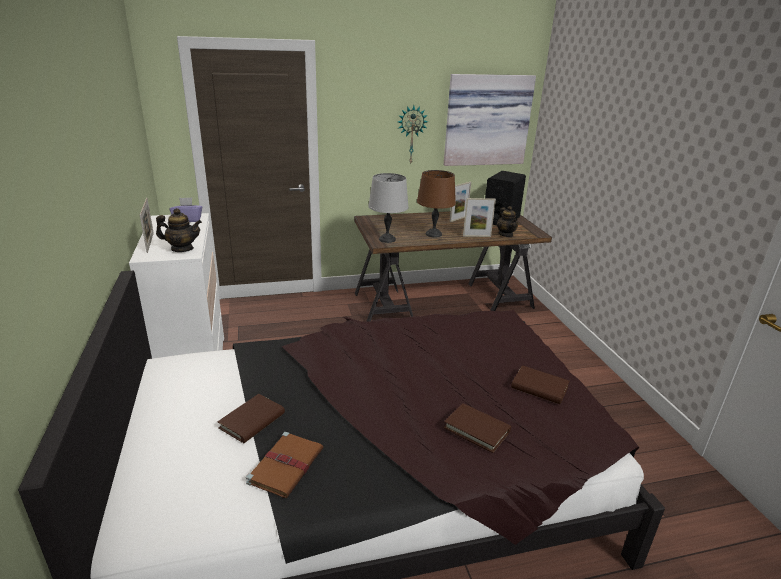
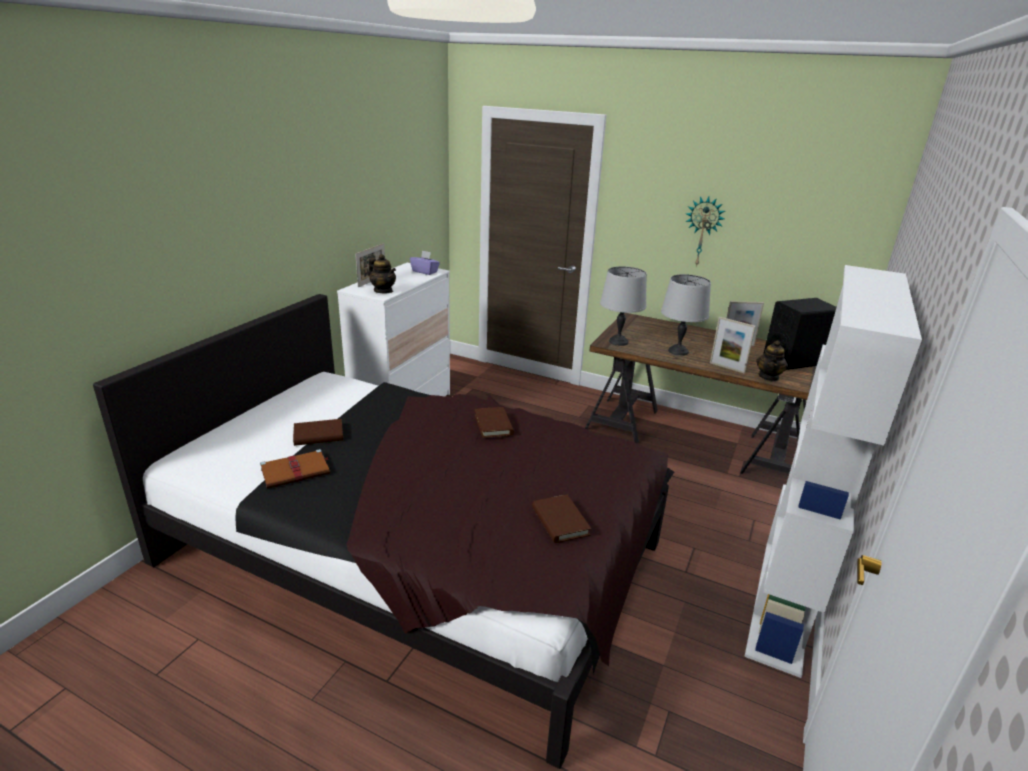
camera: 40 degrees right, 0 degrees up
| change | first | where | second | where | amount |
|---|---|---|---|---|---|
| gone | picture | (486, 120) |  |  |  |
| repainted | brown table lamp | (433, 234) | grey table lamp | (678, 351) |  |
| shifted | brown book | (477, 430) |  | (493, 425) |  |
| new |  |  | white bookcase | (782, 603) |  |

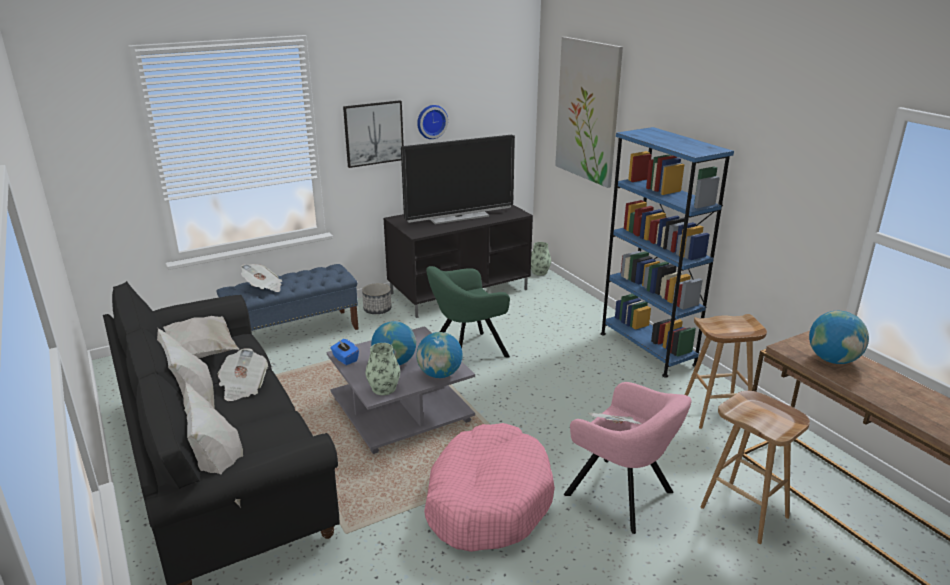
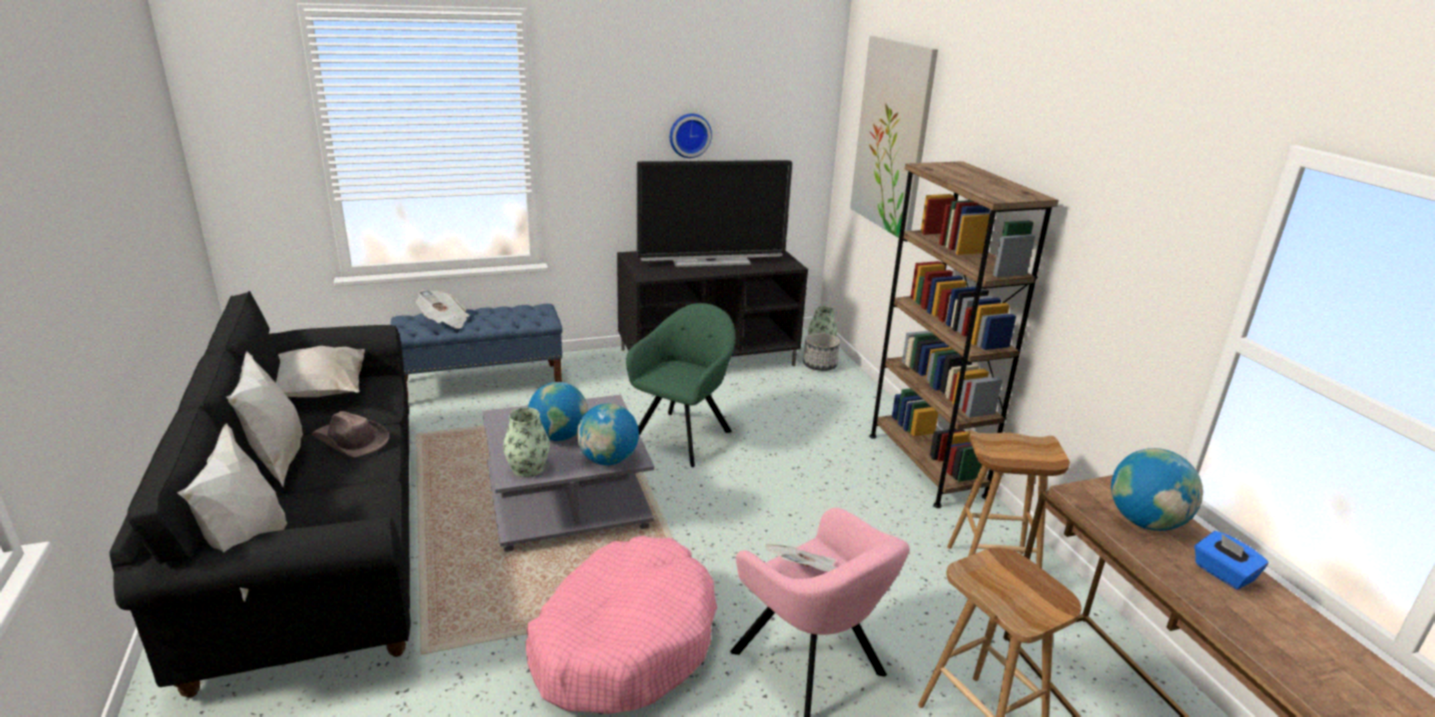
camera: 10 degrees right, 0 degrees up
| change | first | where | second | where | amount |
|---|---|---|---|---|---|
| gone | picture | (373, 133) |  |  |  |
| repainted | blue bookcase | (647, 349) | brown bookcase | (926, 465) |  |
| rotated | green armchair | (466, 352) |  | (683, 435) | 135 degrees clockwise |
| shifted | planter | (378, 309) |  | (820, 365) |  |
| shifted | blue tissue box | (345, 359) |  | (1222, 573) |  |
| swapped | newspaper | (243, 387) | brown hat | (350, 440) |  |

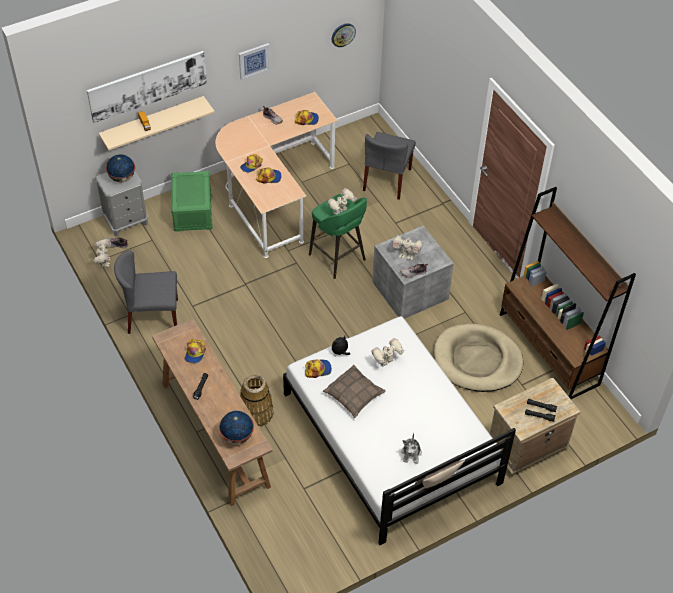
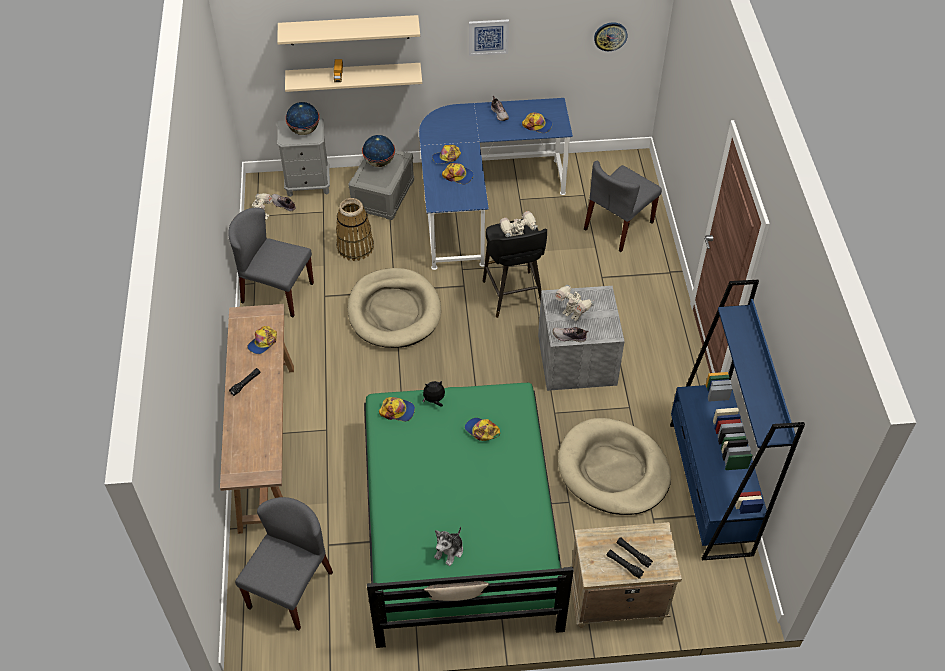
camera: 25 degrees right, 0 degrees up
| change | first | where | second | where | amount |
|---|---|---|---|---|---|
| swapped | picture | (147, 86) | beige shelf | (349, 30) |  |
| repainted | beige desk | (272, 193) | blue desk | (480, 202) |  |
| repainted | green storage box | (193, 212) | grey storage box | (383, 195) |  |
| repainted | brown bookcase | (549, 349) | blue bookcase | (710, 488) |  |
| repainted | green stool | (338, 258) | black stool | (513, 296) |  |
| repainted | white bed | (390, 438) | green bed | (459, 523) |  |
| swapped | toy robot | (386, 362) | cap | (481, 431) |  |
| gone | pillow | (354, 394) |  |  |  |
| shifted | basket | (256, 413) |  | (355, 247) |  |
| shifted | globe | (237, 436) |  | (379, 162) |  |
| new |  |  | beige dog bed | (394, 311) |  |
| new |  |  | grey chair | (290, 589) |  |

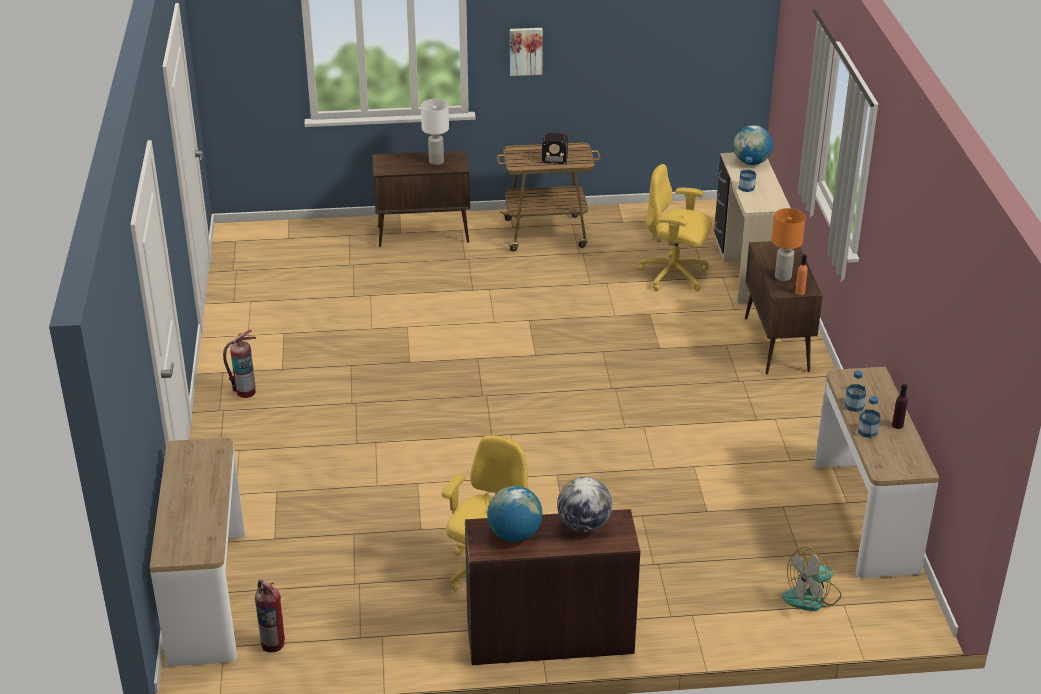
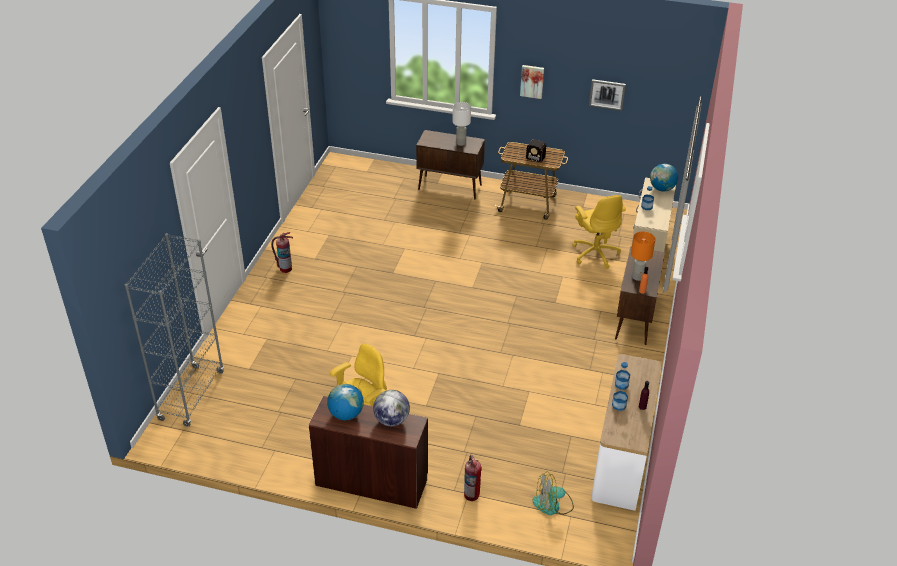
camera: 20 degrees right, 5 degrees up
| change | first | where | second | where | amount |
|---|---|---|---|---|---|
| rotated | yellow office chair | (675, 275) |  | (595, 253) | 150 degrees counterclockwise |
| swapped | console table | (207, 597) | grey bookcase | (191, 396) |  |
| shifted | fire extinguisher | (273, 643) |  | (472, 494) |  |
| new |  |  | picture | (607, 94) |  |

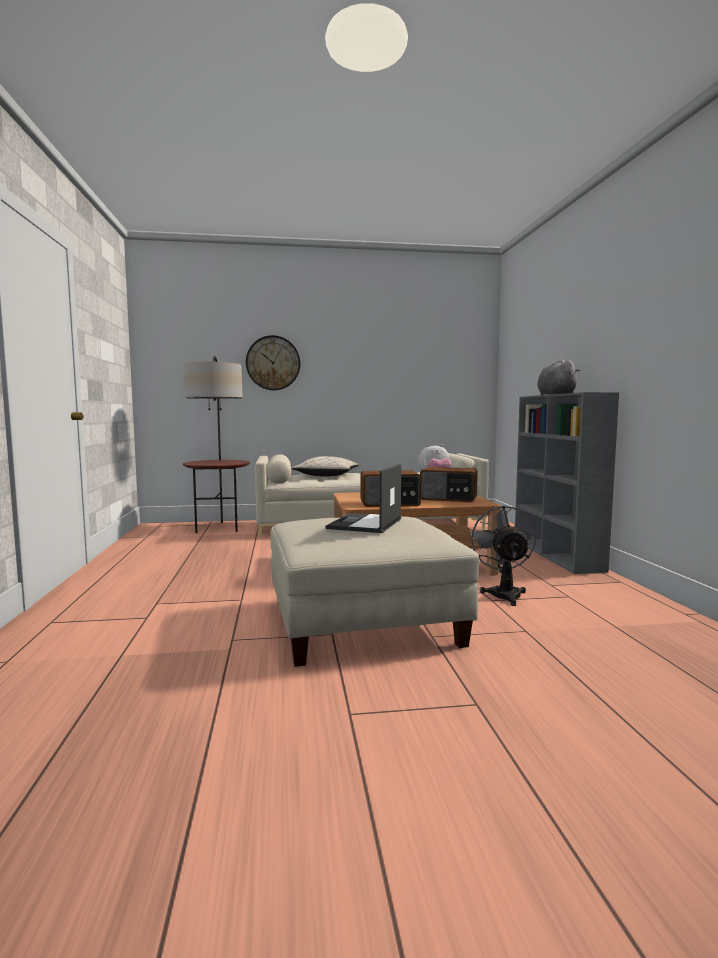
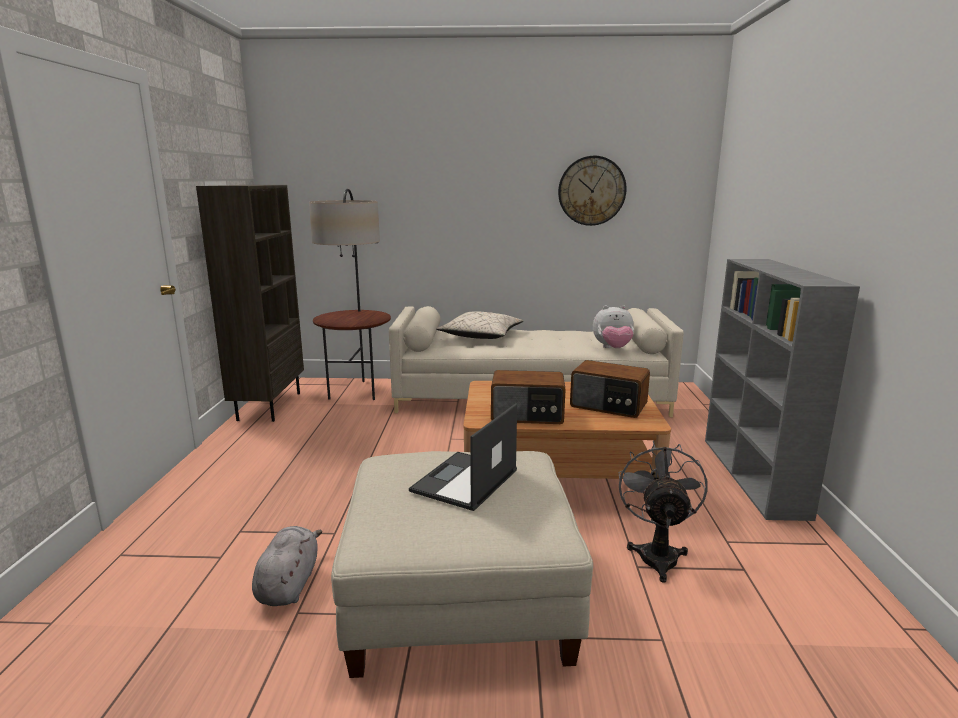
camera: 10 degrees right, 10 degrees up
| change | first | where | second | where | amount |
|---|---|---|---|---|---|
| shifted | wall clock | (273, 363) |  | (591, 191) |  |
| shifted | grey plush toy | (555, 395) |  | (289, 584) |  |
| new |  |  | brown bookcase | (269, 406) |  |

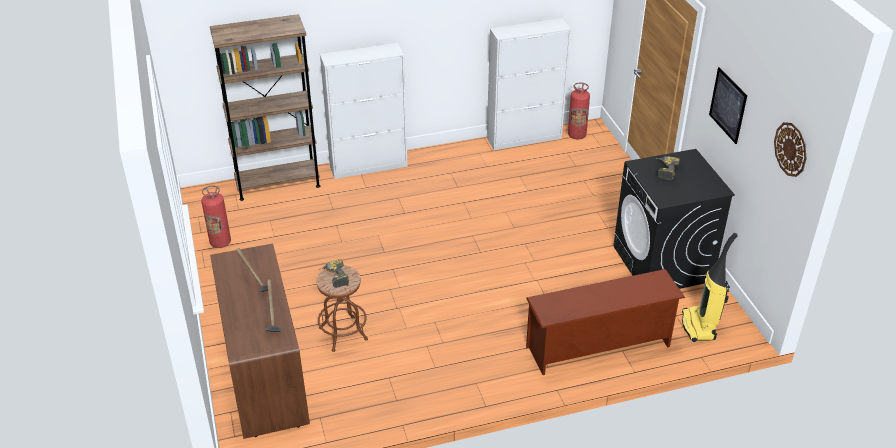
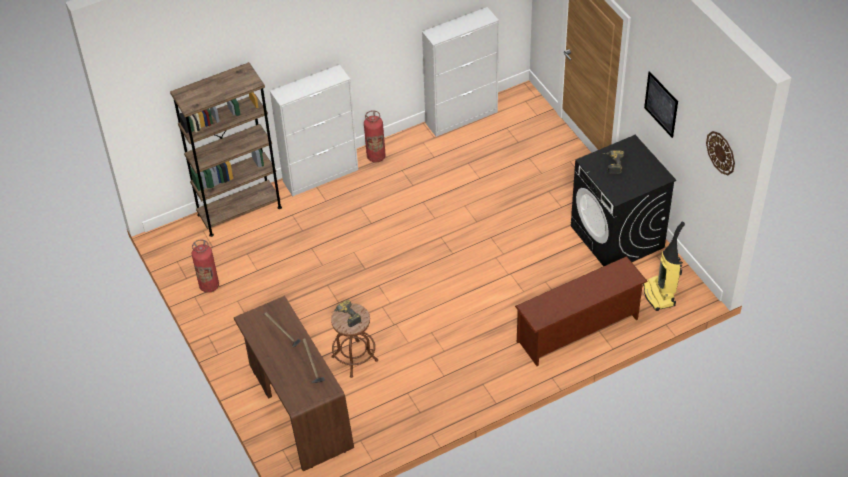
camera: 10 degrees left, 10 degrees up
| change | first | where | second | where | amount |
|---|---|---|---|---|---|
| shifted | fire extinguisher | (576, 135) |  | (376, 157) |  |

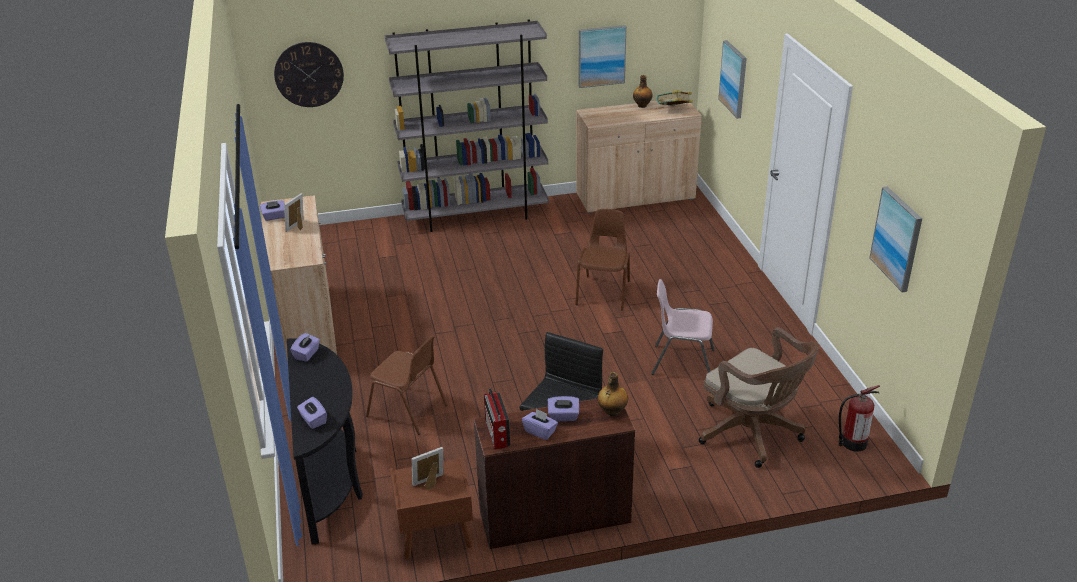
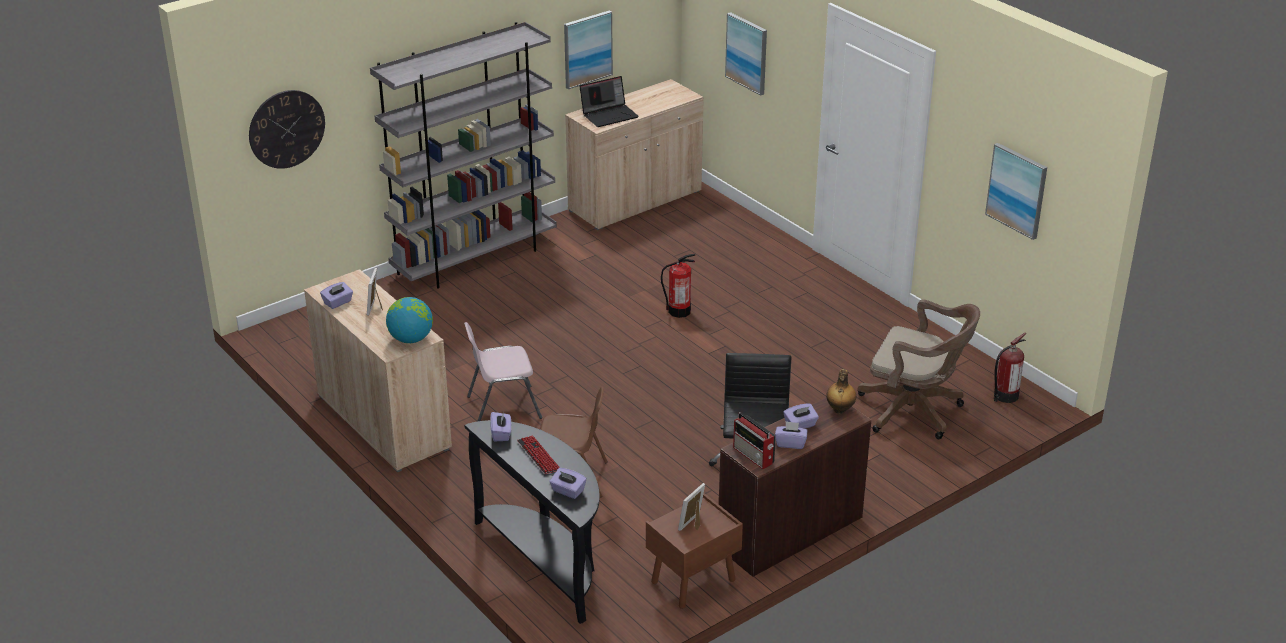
camera: 25 degrees left, 0 degrees up
| change | first | where | second | where | amount |
|---|---|---|---|---|---|
| gone | bottle | (642, 105) |  |  |  |
| gone | book | (673, 110) |  |  |  |
| swapped | brown chair | (604, 292) | fire extinguisher | (679, 311) |  |
| shifted | pink chair | (682, 362) |  | (502, 407) |  |
| new |  |  | laptop | (609, 115) |  |
| new |  |  | globe | (411, 339) |  |
| new |  |  | keyboard | (539, 456) |  |

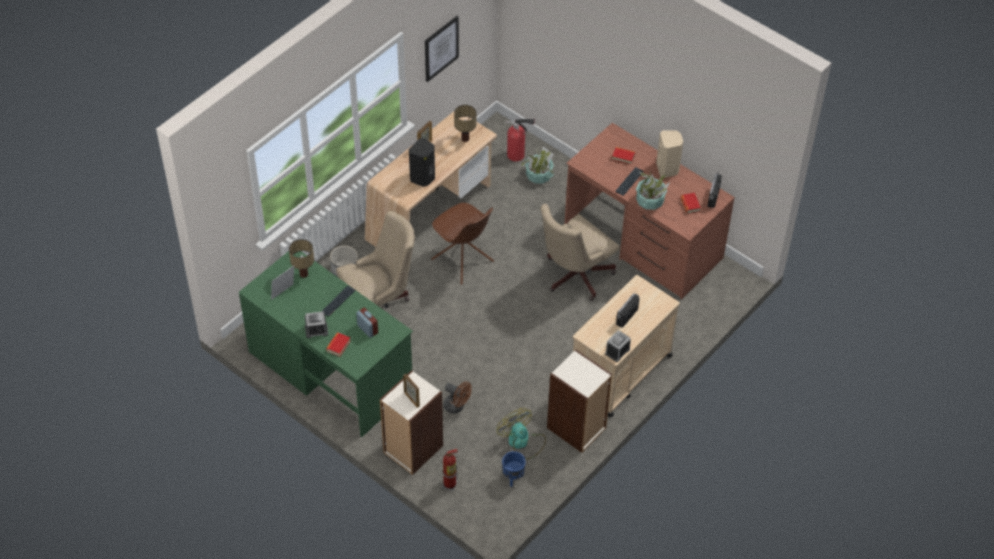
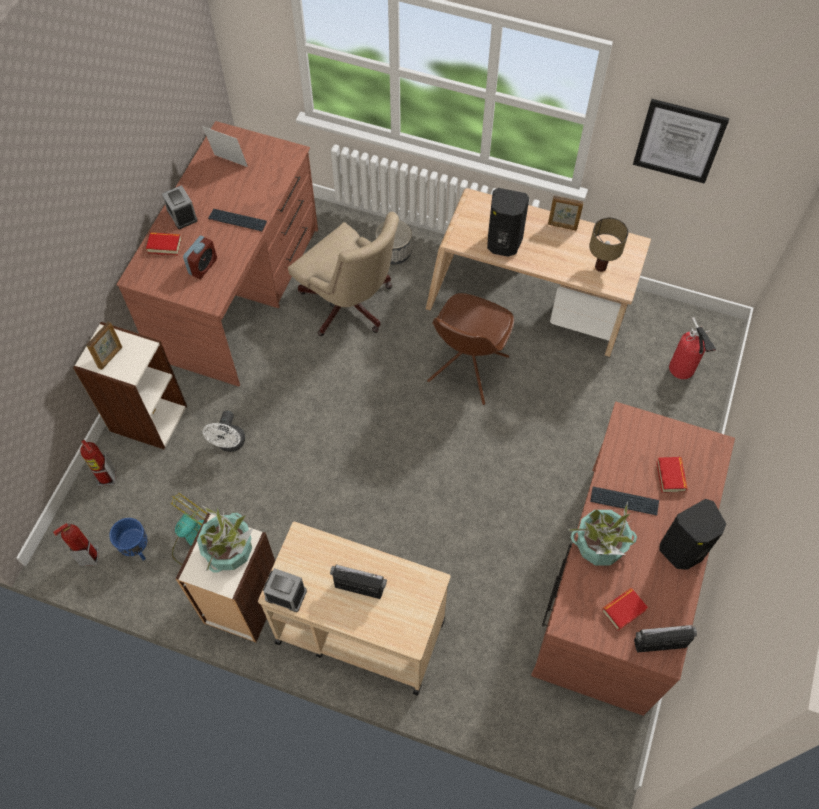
camera: 70 degrees right, 10 degrees up
| change | first | where | second | where | amount |
|---|---|---|---|---|---|
| repainted | beige speaker | (668, 169) | black speaker | (683, 551) |  |
| shifted | potted plant | (538, 175) |  | (229, 549) |  |
| gone | beige office chair | (574, 276) |  |  |  |
| gone | table lamp | (304, 274) |  |  |  |
| repainted | green desk | (330, 370) | brown desk | (238, 291) |  |
| repainted | brown fan | (457, 406) | white fan | (230, 444) |  |
| new |  |  | fire extinguisher | (89, 556) |  |

